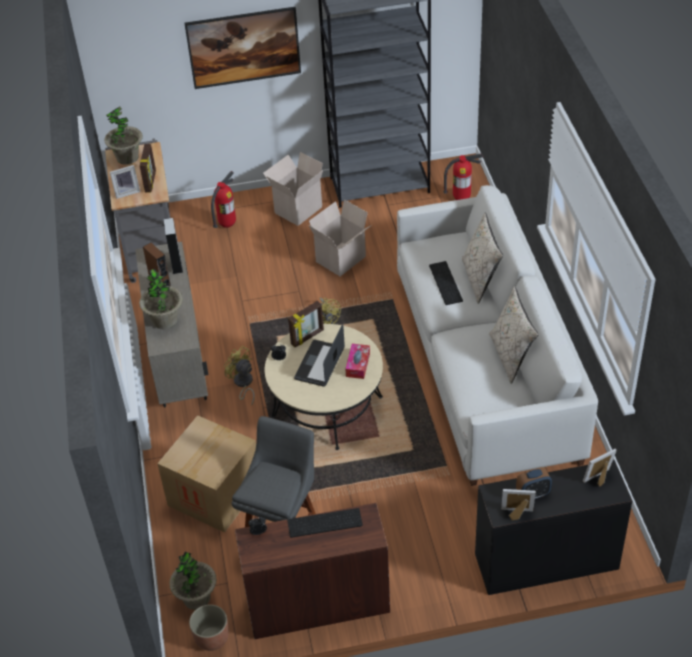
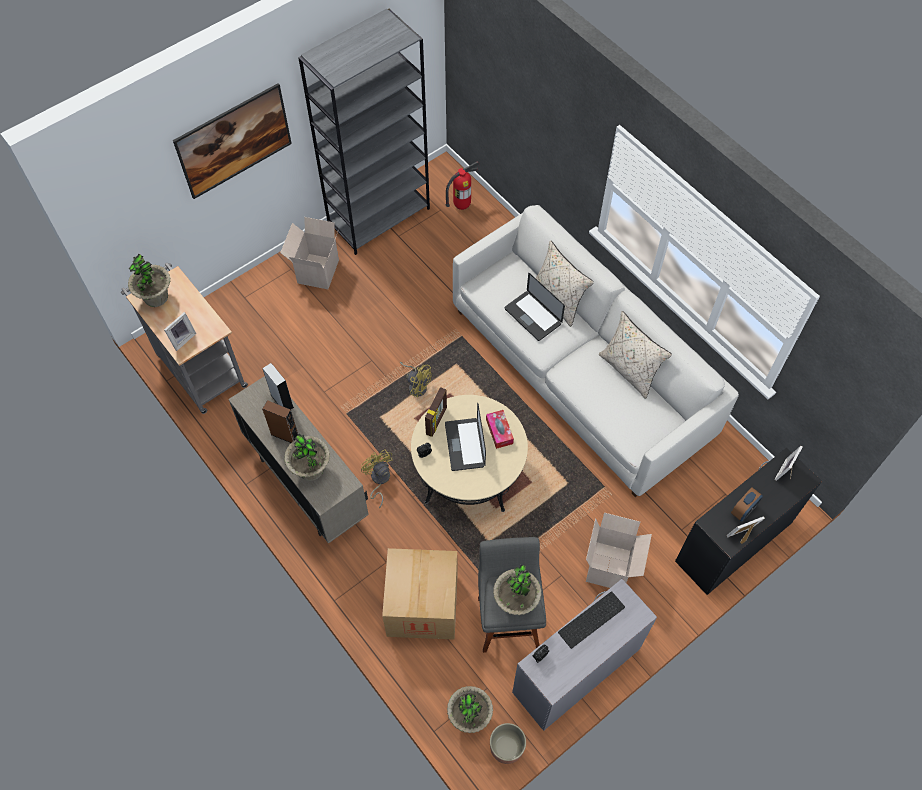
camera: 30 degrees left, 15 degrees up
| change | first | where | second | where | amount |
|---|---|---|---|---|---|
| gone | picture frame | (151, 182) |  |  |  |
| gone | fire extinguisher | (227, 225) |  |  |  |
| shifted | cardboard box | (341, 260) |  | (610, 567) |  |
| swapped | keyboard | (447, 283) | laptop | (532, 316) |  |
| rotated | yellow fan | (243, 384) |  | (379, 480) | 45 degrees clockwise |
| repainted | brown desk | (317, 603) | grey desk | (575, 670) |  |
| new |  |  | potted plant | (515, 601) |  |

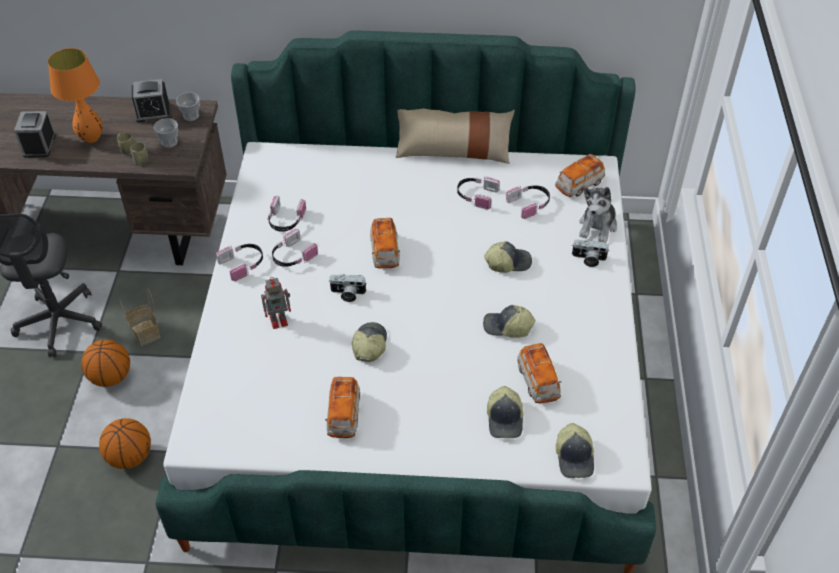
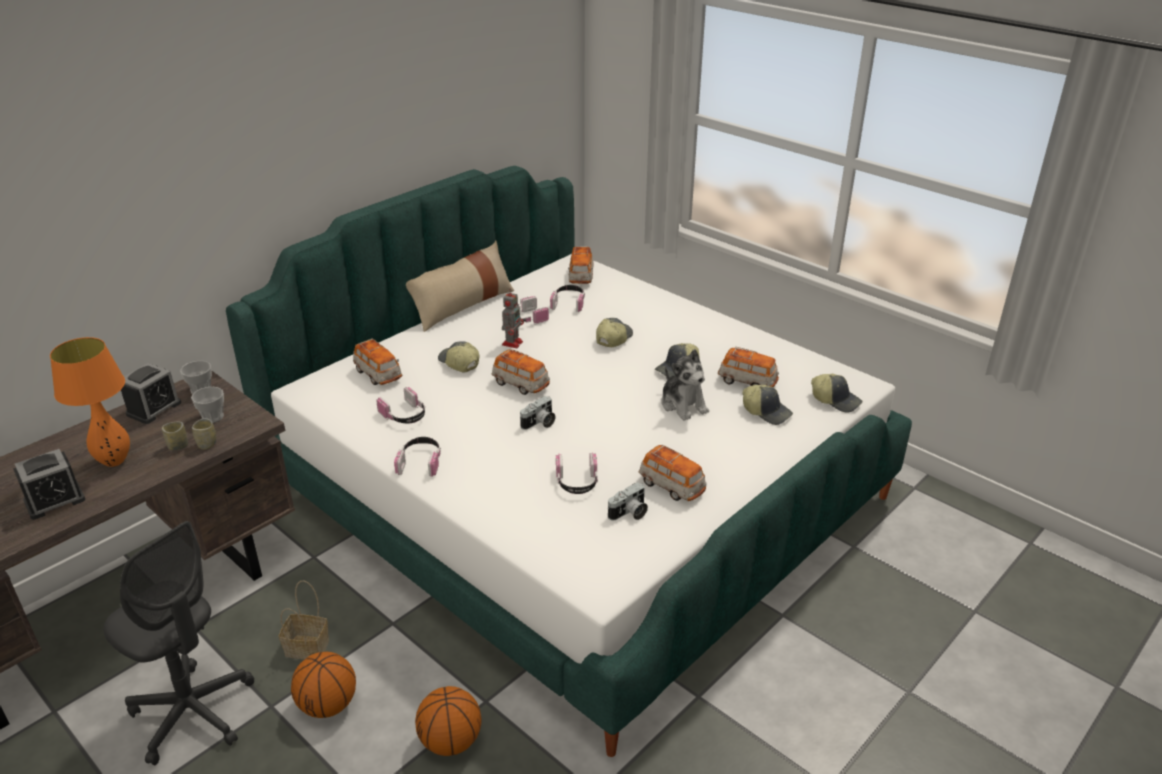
camera: 50 degrees left, 15 degrees down
| change | first | where | second | where | amount |
|---|---|---|---|---|---|
| rotated | alarm clock | (39, 145) |  | (55, 500) | 75 degrees counterclockwise |
| shifted | plush toy | (597, 226) |  | (683, 405) |  |
| shifted | headphones | (292, 256) |  | (577, 482) |  |
| shifted | photo camera | (588, 259) |  | (629, 513) |  |
| shifted | toy robot | (279, 320) |  | (512, 342) |  |
| shifted | cap | (369, 345) |  | (458, 363) |  |
| new |  |  | toy car | (378, 375) |  |

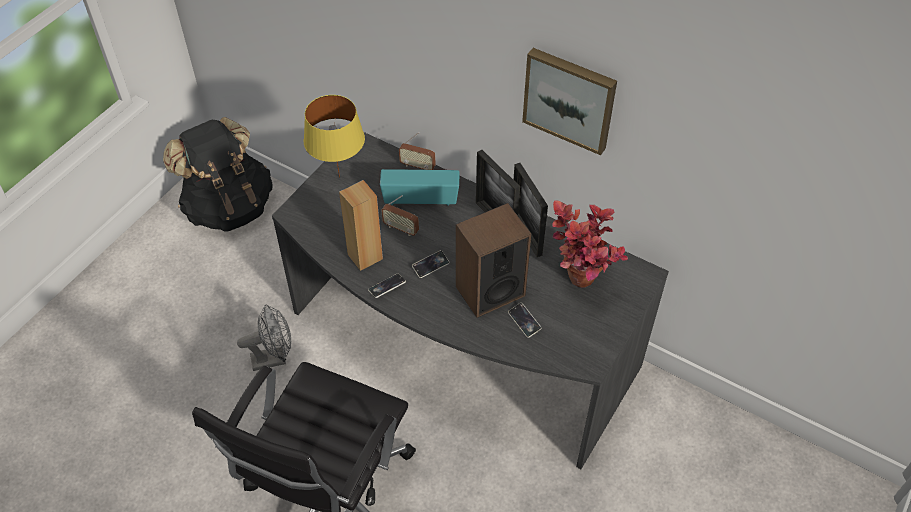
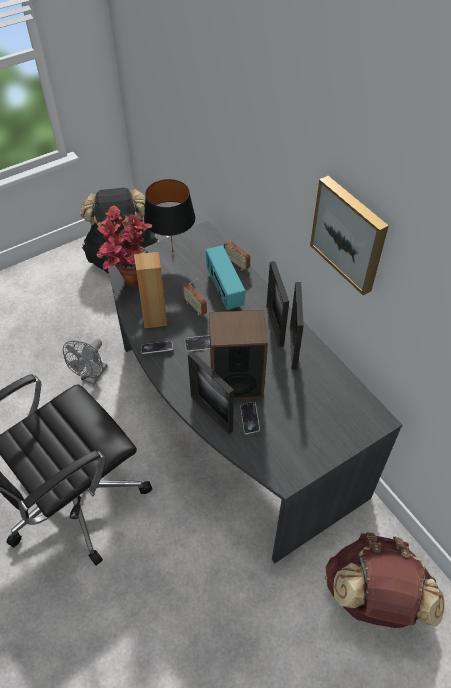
camera: 25 degrees right, 0 degrees up
| change | first | where | second | where | amount |
|---|---|---|---|---|---|
| repainted | yellow table lamp | (340, 177) | black table lamp | (173, 252) |  |
| rotated | radio | (420, 199) |  | (224, 289) | 135 degrees counterclockwise |
| shifted | potted plant | (580, 286) |  | (129, 284) |  |
| rotated | grey fan | (274, 358) |  | (92, 377) | 105 degrees clockwise |
| new |  |  | picture frame | (211, 414) |  |
| new |  |  | brown backpack | (373, 597) |  |

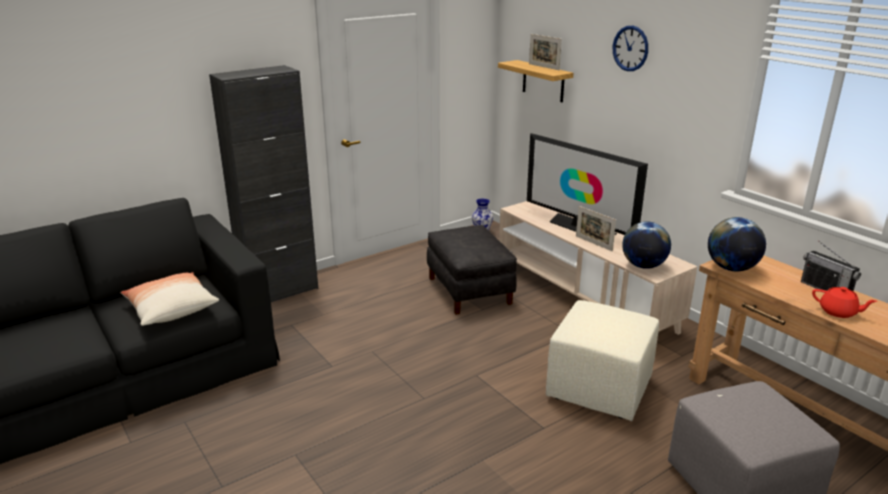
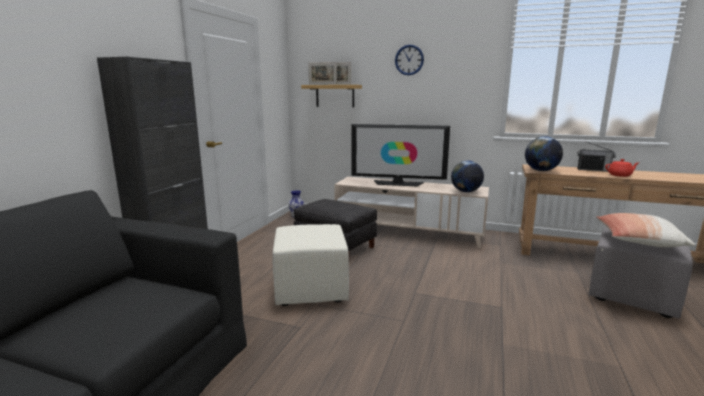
camera: 35 degrees left, 10 degrees down
| change | first | where | second | where | amount |
|---|---|---|---|---|---|
| shifted | picture frame | (593, 243) |  | (322, 84) |  |
| shifted | pillow | (171, 309) |  | (637, 241) |  |
| shifted | beige ottoman | (599, 388) |  | (310, 289) |  |

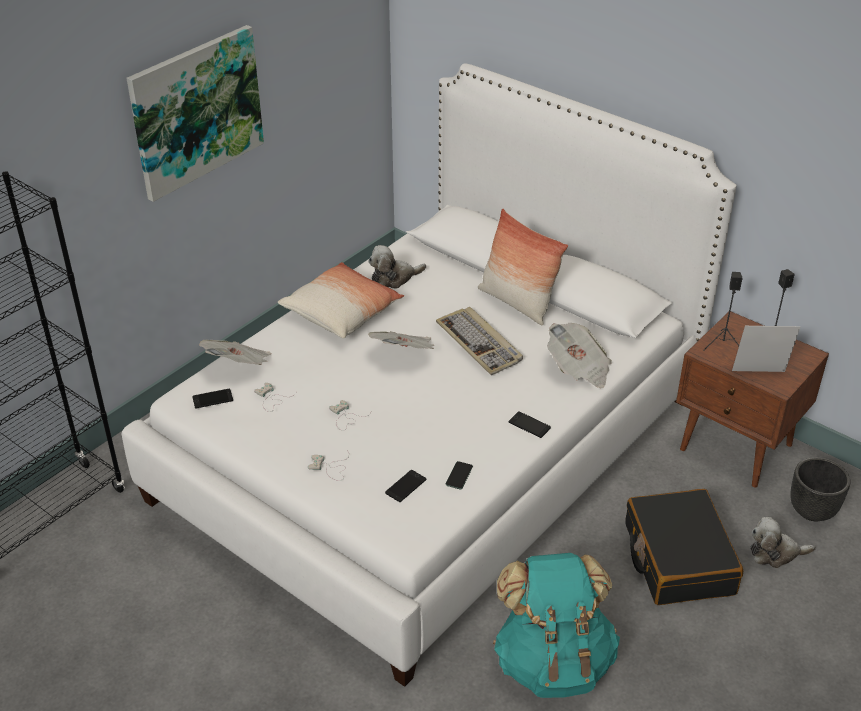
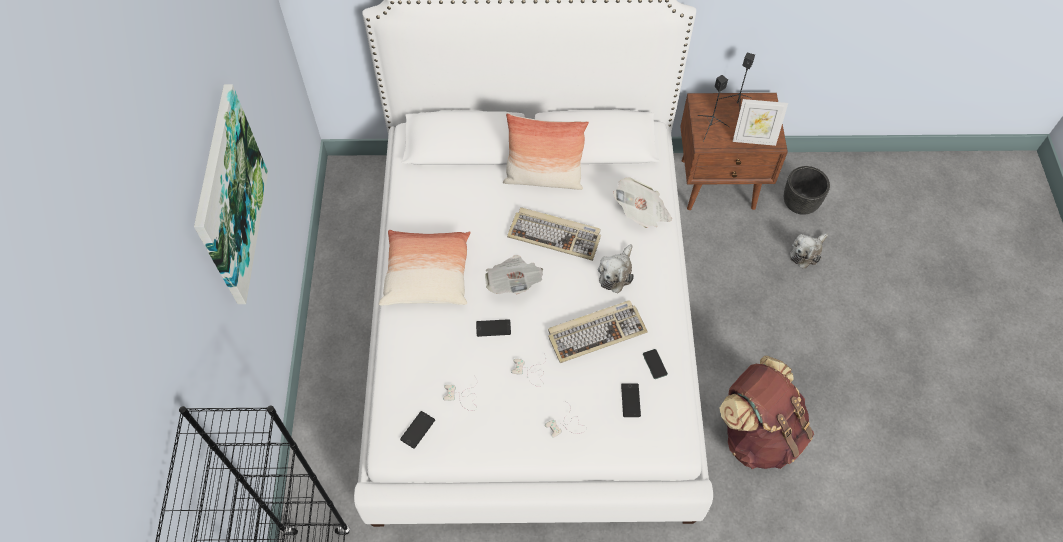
camera: 40 degrees left, 20 degrees up
| change | first | where | second | where | amount |
|---|---|---|---|---|---|
| shifted | plush toy | (394, 278) |  | (616, 273) |  |
| rotated | picture frame | (759, 374) |  | (754, 140) | 135 degrees counterclockwise |
| gone | newspaper | (239, 366) |  |  |  |
| shifted | phone | (529, 425) |  | (493, 328) |  |
| gone | black suitcase | (678, 559) |  |  |  |
| repainted | turquoise backpack | (553, 662) | brown backpack | (758, 432) |  |
| new |  |  | keyboard | (596, 332) |  |

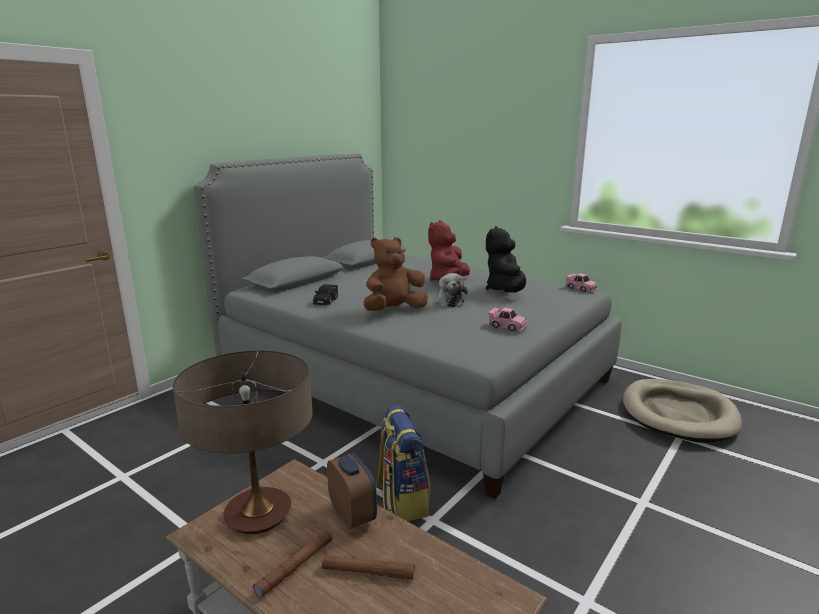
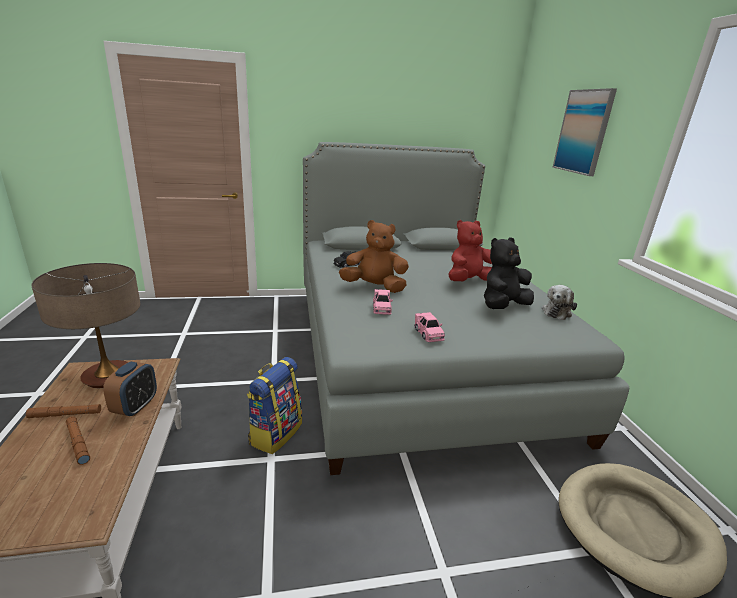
camera: 40 degrees right, 5 degrees up
| change | first | where | second | where | amount |
|---|---|---|---|---|---|
| shifted | plush toy | (449, 301) |  | (557, 312) |  |
| shifted | pink toy car | (581, 288) |  | (381, 308) |  |
| new |  |  | picture | (583, 132) |  |

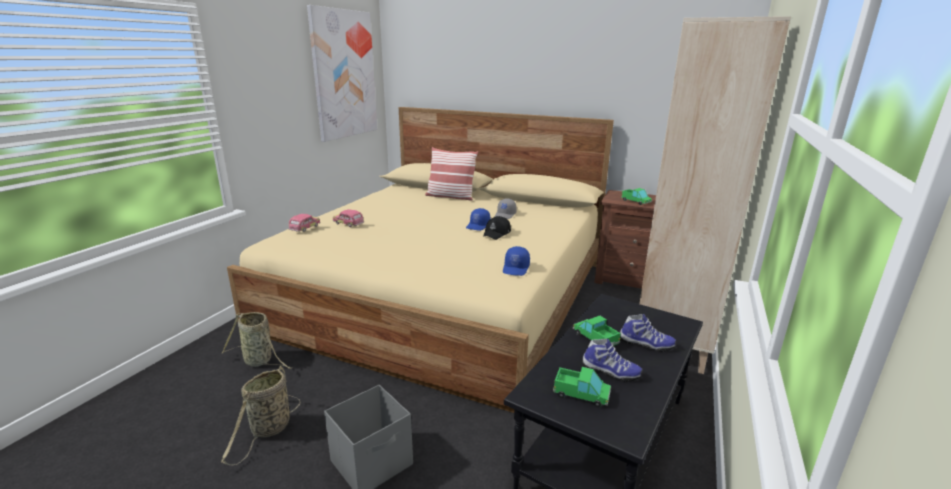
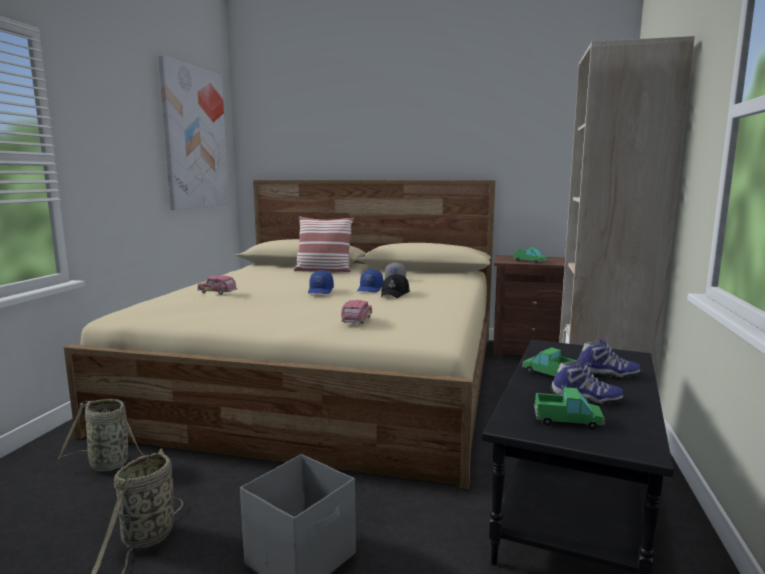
camera: 10 degrees left, 10 degrees down
| change | first | where | second | where | amount |
|---|---|---|---|---|---|
| shifted | toy car | (305, 228) |  | (357, 320) |  |
| shifted | blue cap | (516, 268) |  | (321, 291) |  |

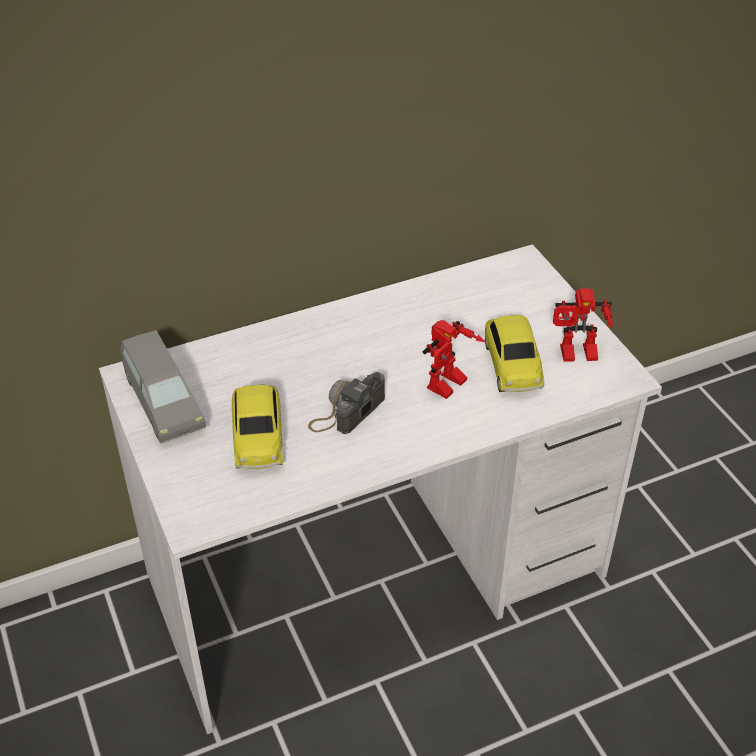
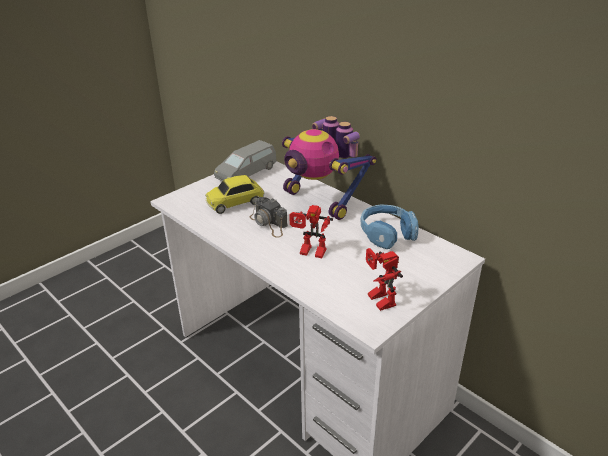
camera: 70 degrees right, 10 degrees down
| change | first | where | second | where | amount |
|---|---|---|---|---|---|
| gone | toy car | (512, 364) |  |  |  |
| rotated | photo camera | (347, 411) |  | (269, 223) | 150 degrees counterclockwise |
| new |  |  | toy robot | (322, 200) |  |
| new |  |  | blue headphones | (387, 233) |  |

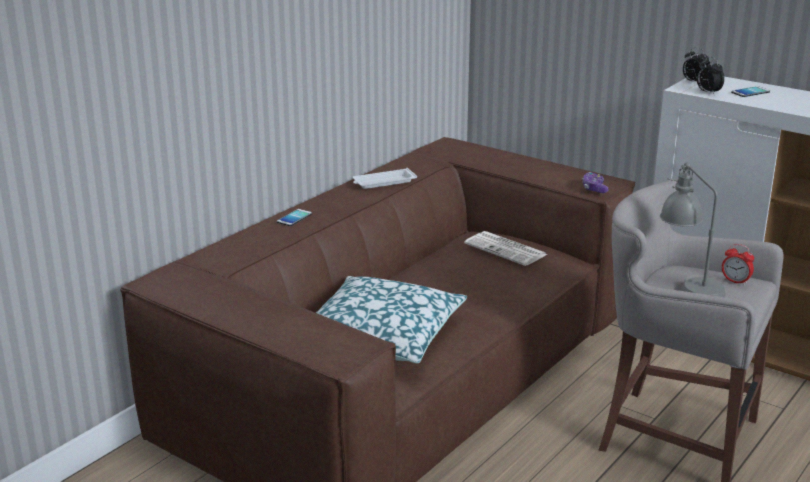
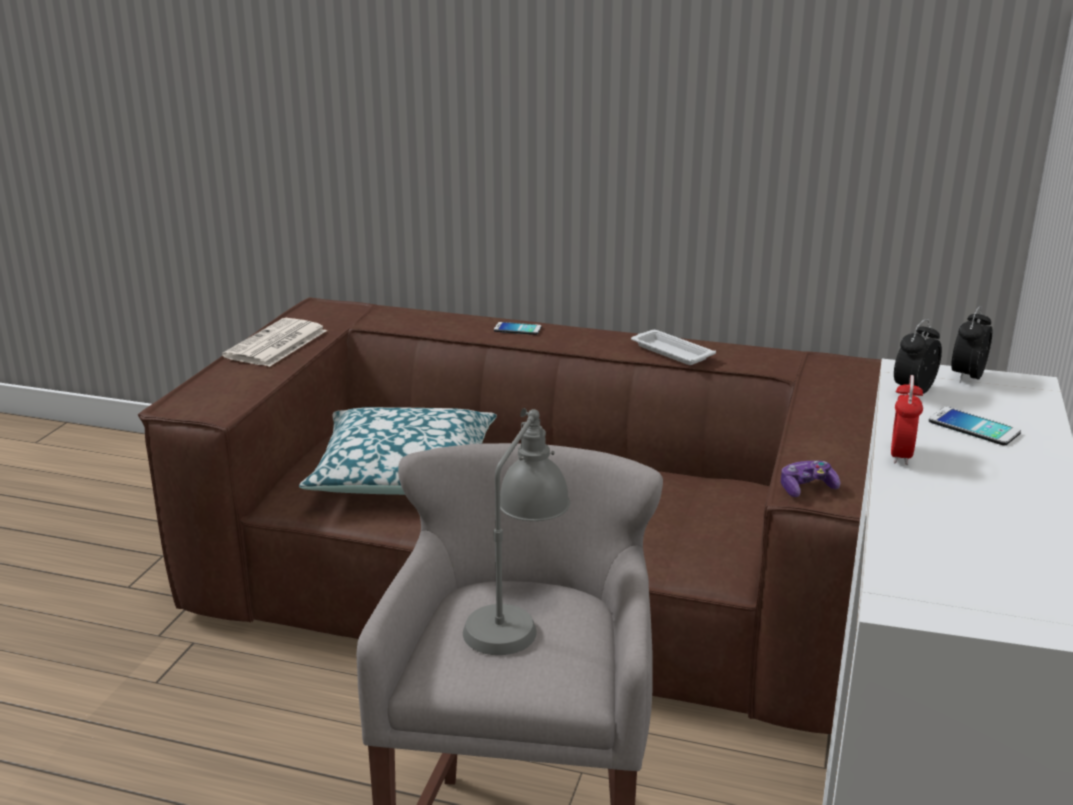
camera: 70 degrees right, 0 degrees up
| change | first | where | second | where | amount |
|---|---|---|---|---|---|
| shifted | newspaper | (507, 249) |  | (276, 344) |  |
| shifted | alarm clock | (735, 281) |  | (901, 455) |  |

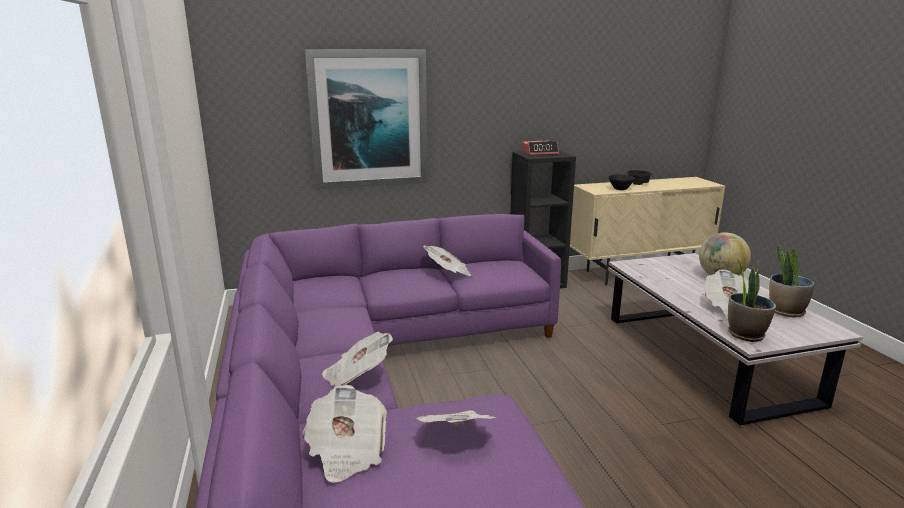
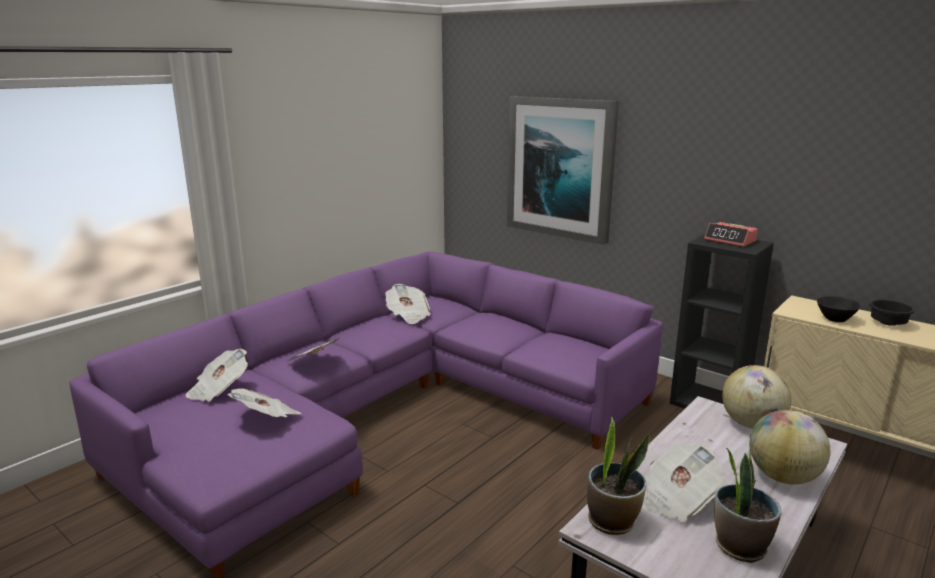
camera: 55 degrees right, 0 degrees up
| change | first | where | second | where | amount |
|---|---|---|---|---|---|
| shifted | newspaper | (448, 272) |  | (408, 315) |  |
| new |  |  | globe | (751, 424) |  |

